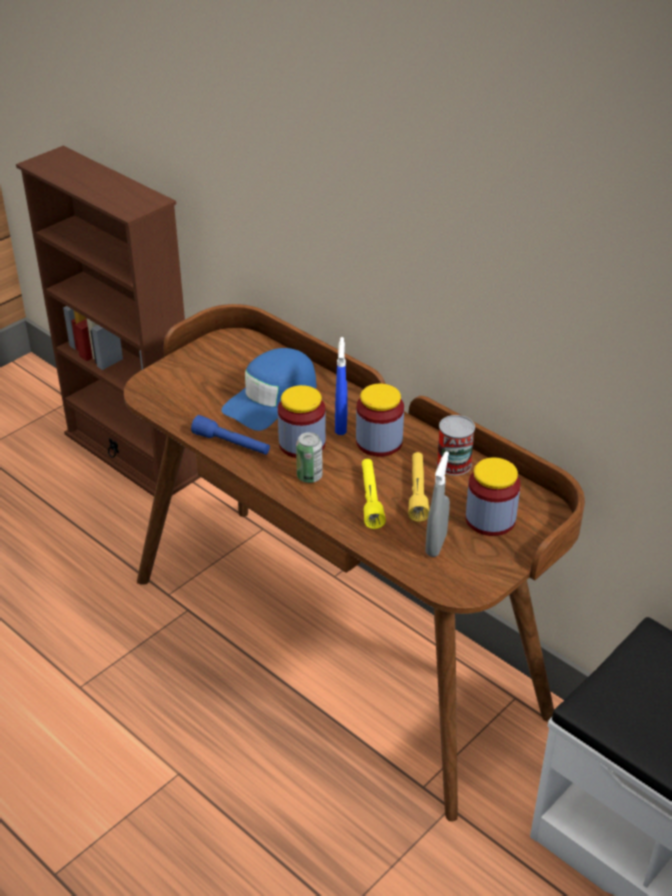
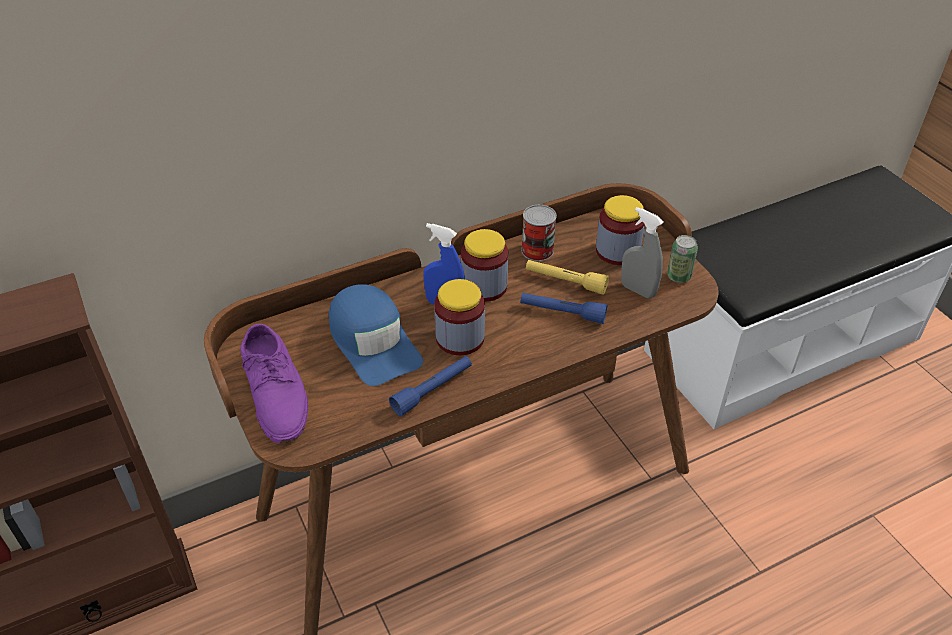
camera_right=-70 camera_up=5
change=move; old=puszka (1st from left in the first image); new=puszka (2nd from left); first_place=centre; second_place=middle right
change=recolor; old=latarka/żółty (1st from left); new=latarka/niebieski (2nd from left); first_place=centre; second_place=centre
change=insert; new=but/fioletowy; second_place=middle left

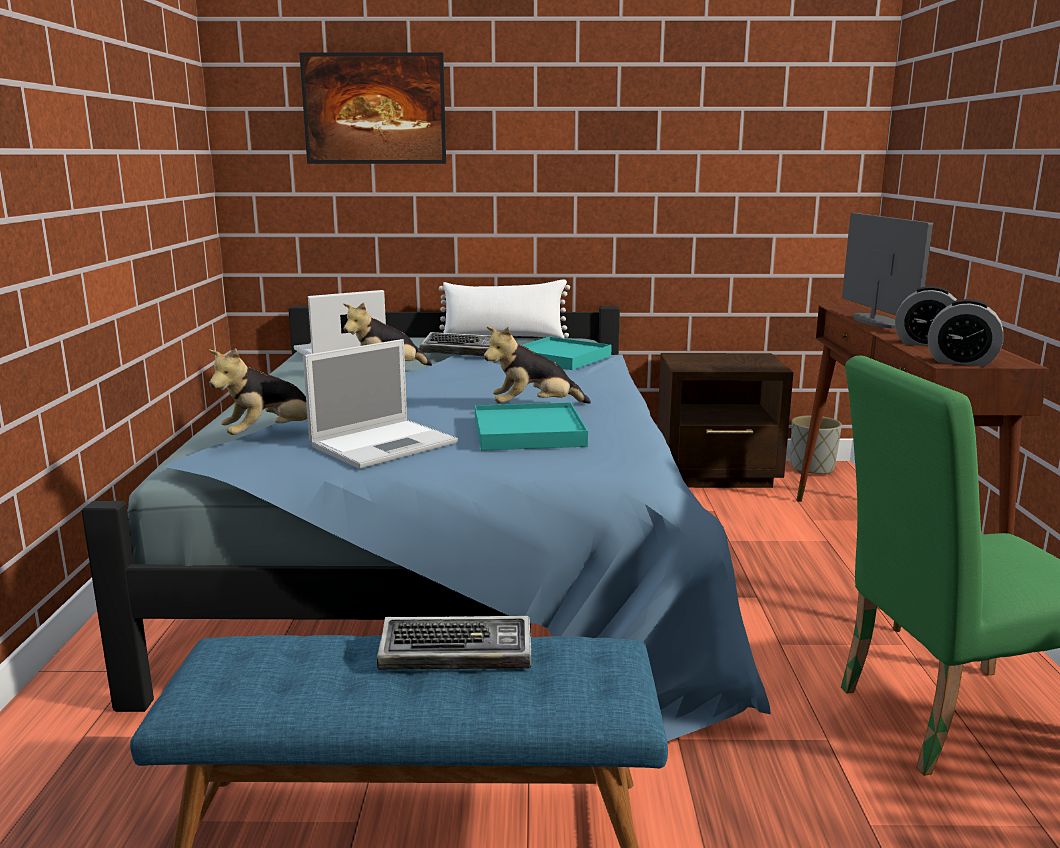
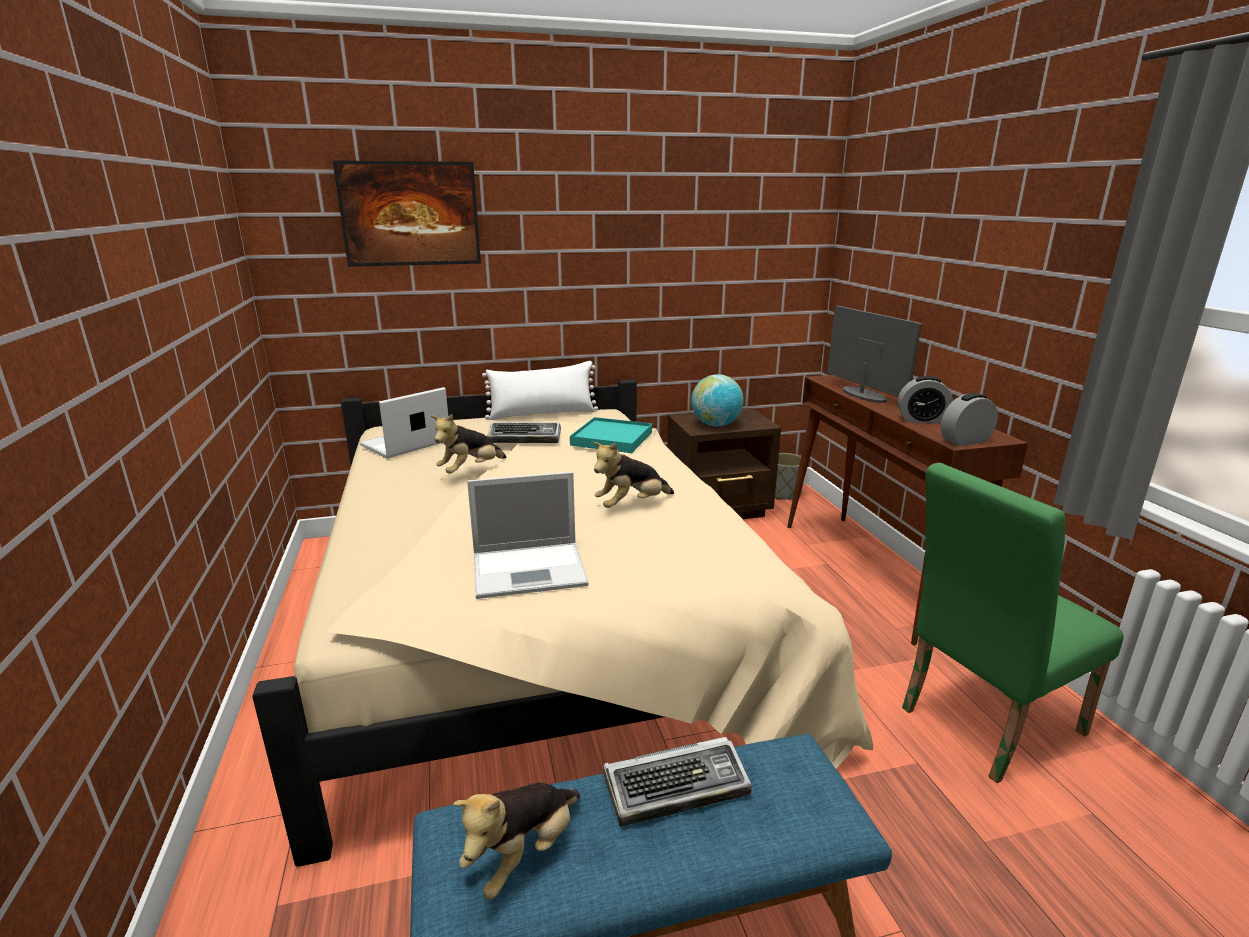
camera_right=-15 camera_up=5
change=recolor; old=łóżko/niebieski; new=łóżko/beżowy; first_place=centre; second_place=centre
change=move; old=pluszak (1st from left in the first image); new=pluszak (2nd from left); first_place=middle left; second_place=bottom centre
change=rotate; old=laptop (2nd from left); first_place=centre; second_place=centre; degrees=45
change=delete; old=taca/turkusowy (1st from left); first_place=centre
change=rotate; old=budzik (2nd from left); first_place=middle right; second_place=middle right; degrees=150
change=insert; new=globus; second_place=centre

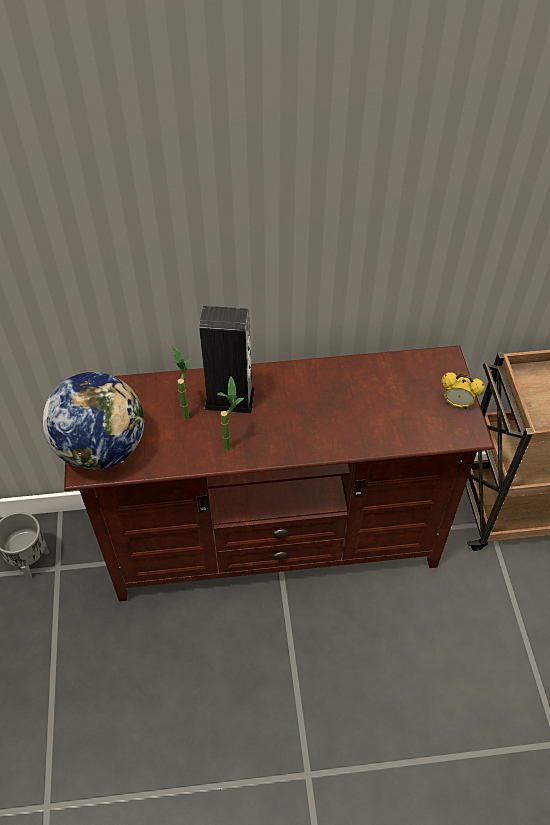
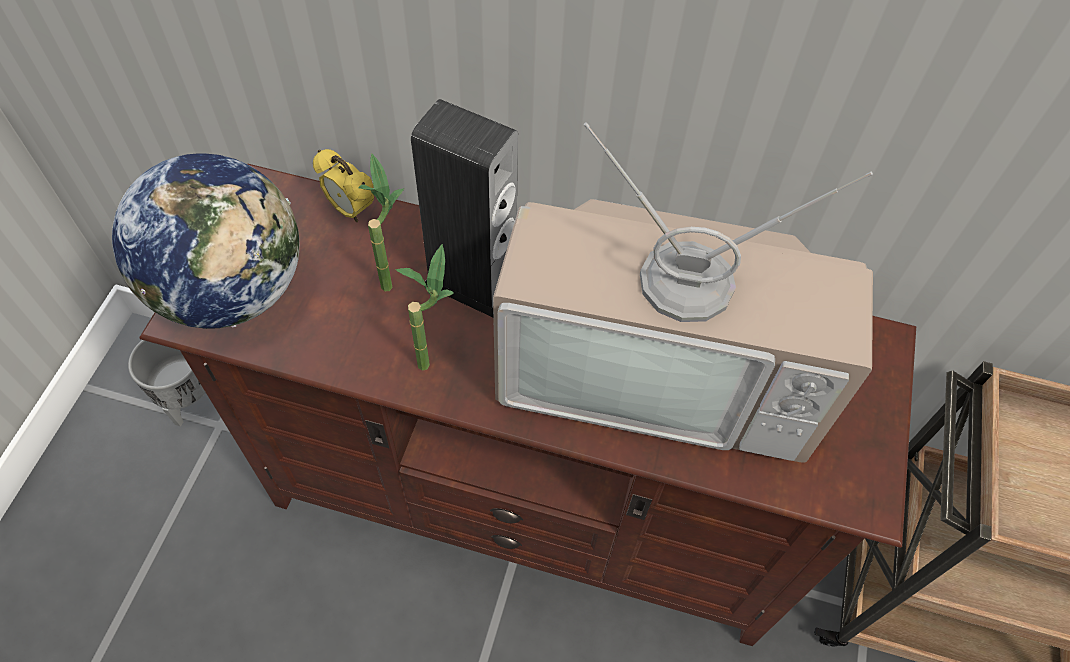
camera_right=20 camera_up=5
change=move; old=budzik; first_place=middle right; second_place=top left
change=insert; new=telewizor; second_place=centre

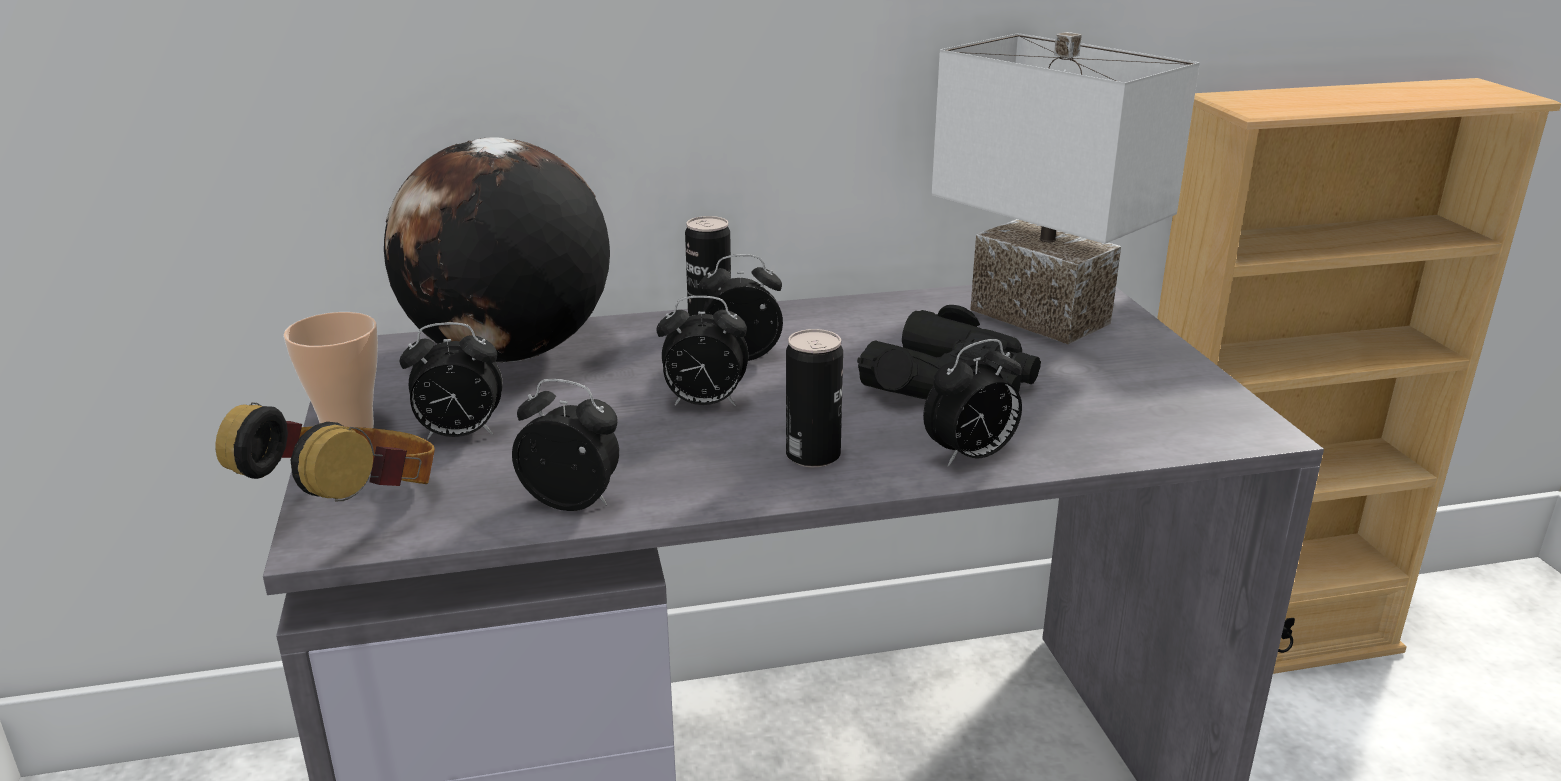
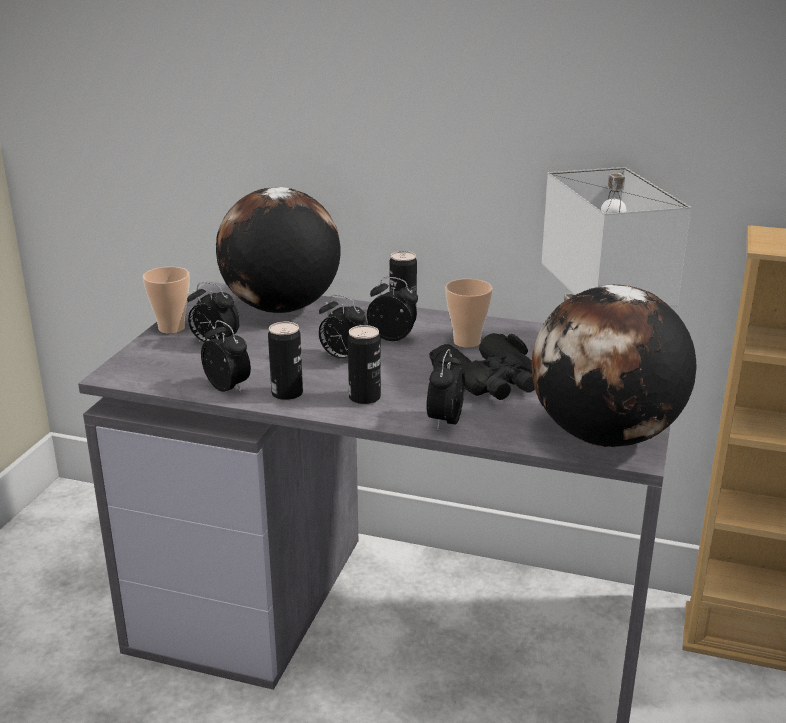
camera_right=30 camera_up=0
change=delete; old=słuchawki; first_place=middle left
change=rotate; old=budzik (5th from left); first_place=centre; second_place=centre; degrees=105
change=insert; new=puszka (1st from left); second_place=centre
change=insert; new=filiżanka (2nd from left); second_place=centre
change=insert; new=globus (2nd from left); second_place=middle right

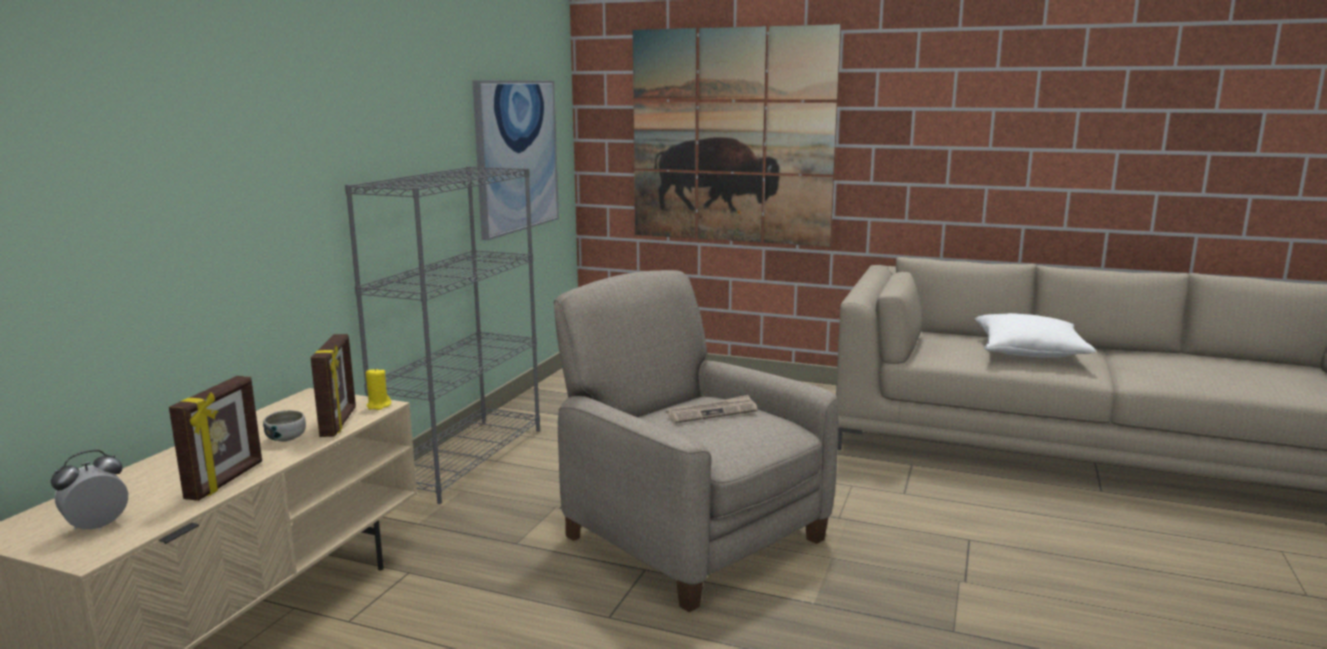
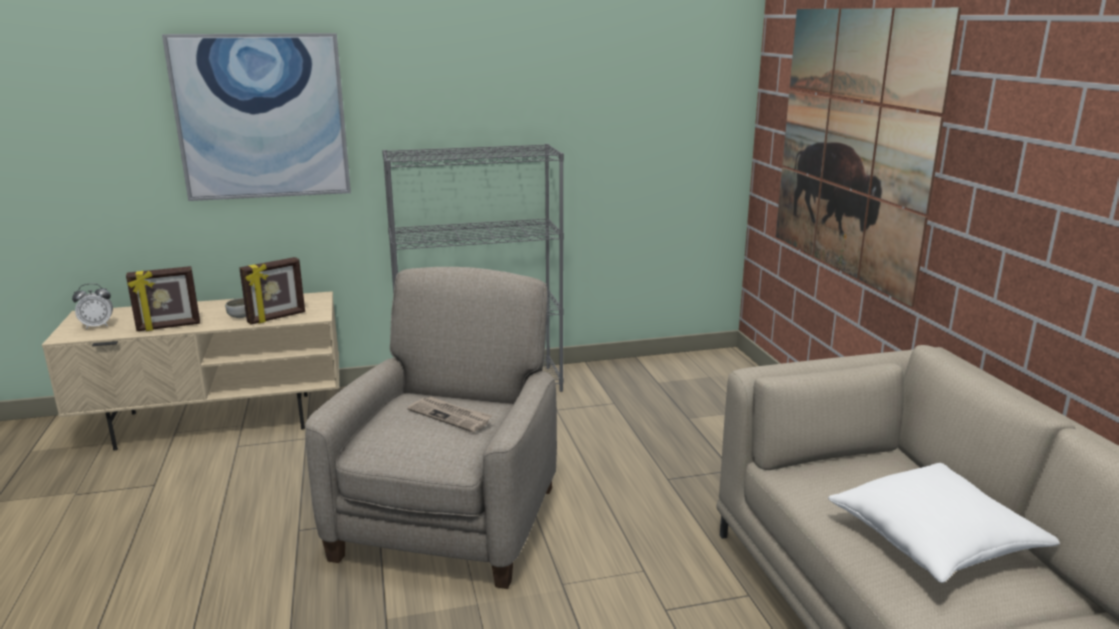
camera_right=55 camera_up=5
change=rotate; old=budzik; first_place=bottom left; second_place=middle left; degrees=150
change=delete; old=świeca/żółty; first_place=middle left
change=move; old=obraz (1st from left); first_place=top centre; second_place=top left

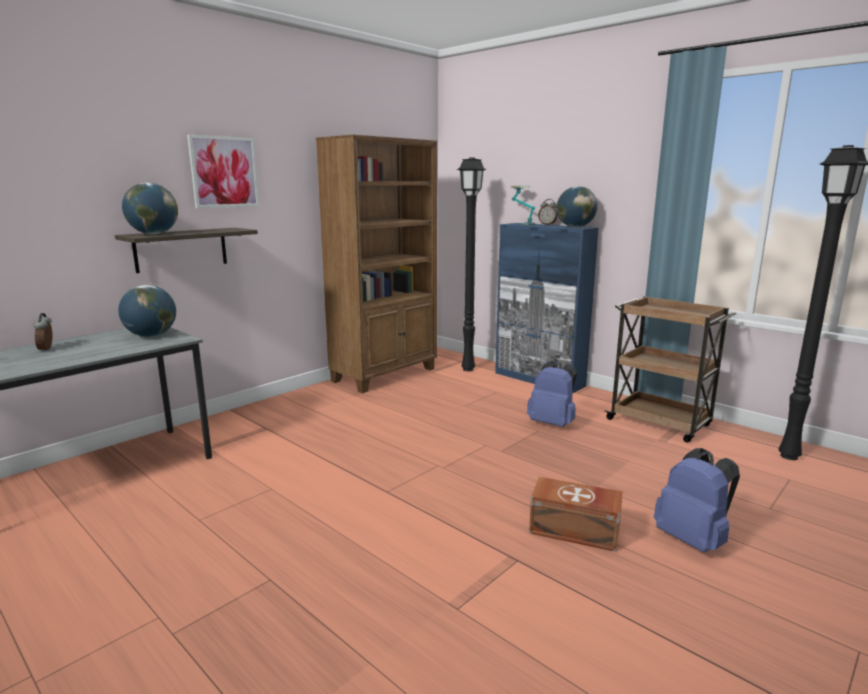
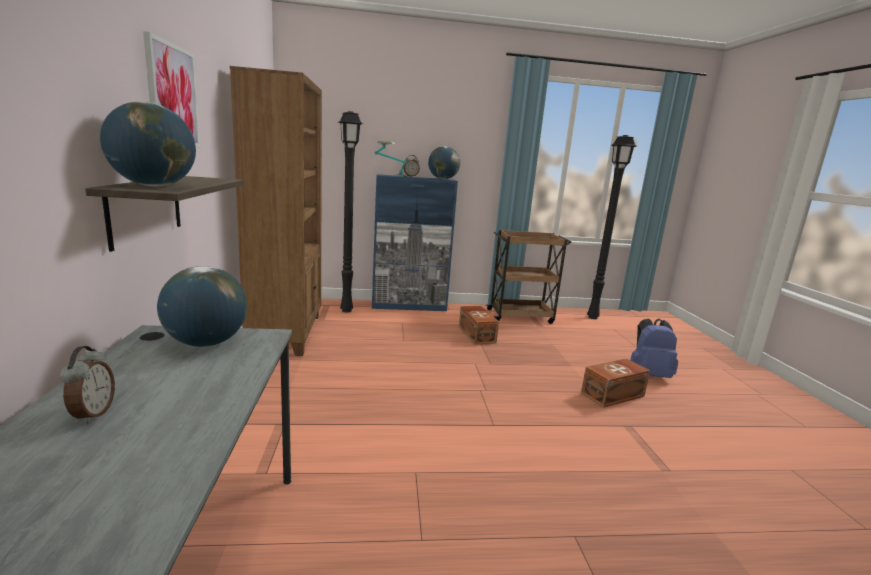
camera_right=-50 camera_up=0
change=rotate; old=budzik (1st from left); first_place=middle left; second_place=bottom left; degrees=-120
change=replace; old=plecak/niebieski (1st from left); new=pojemnik do przechowywania/brązowy (1st from left); first_place=centre; second_place=centre

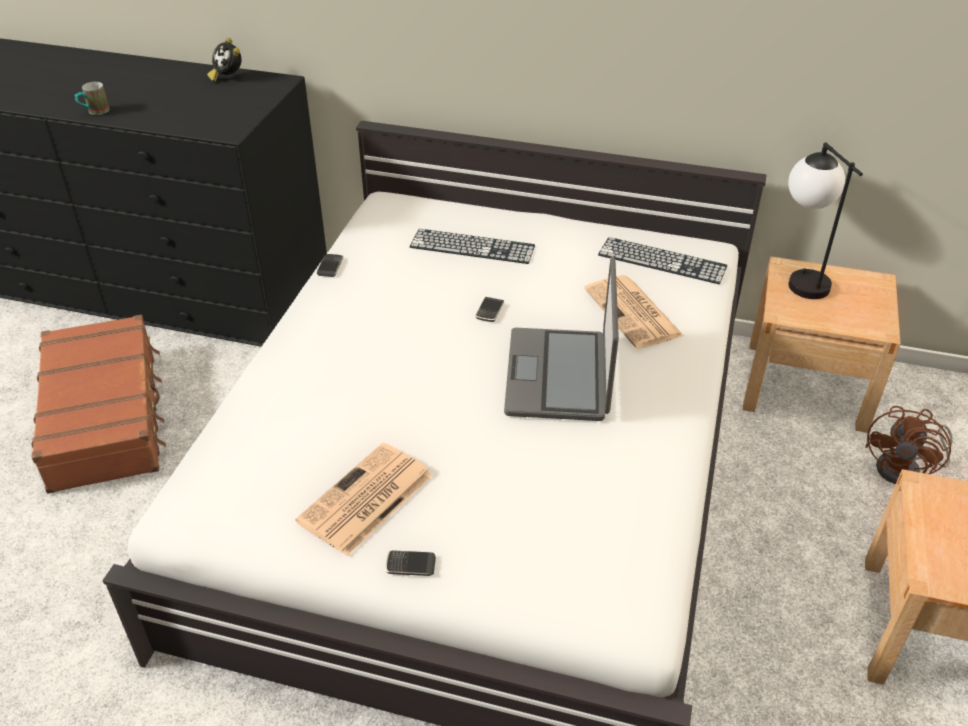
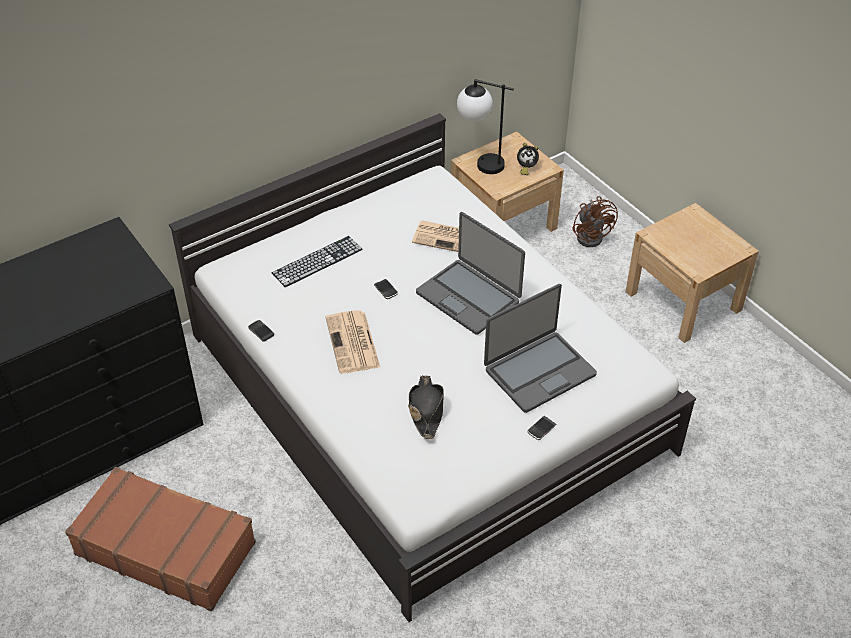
camera_right=-50 camera_up=5
change=delete; old=kubek; first_place=top left
change=move; old=budzik; first_place=top left; second_place=top centre
change=move; old=gazeta (1st from left); first_place=bottom centre; second_place=centre
change=delete; old=klawiatura (2nd from left); first_place=middle right
change=insert; new=kapelusz/czarny; second_place=centre
change=insert; new=laptop (2nd from left); second_place=centre

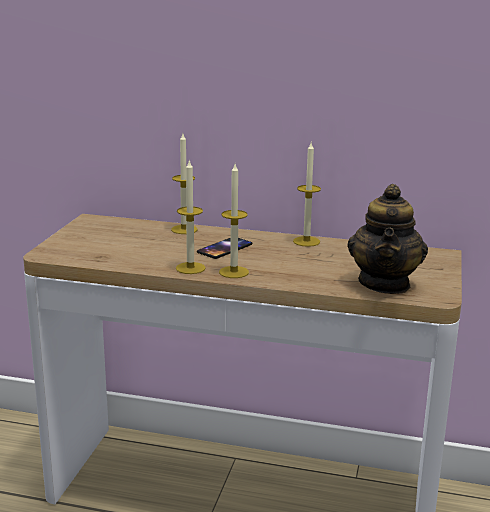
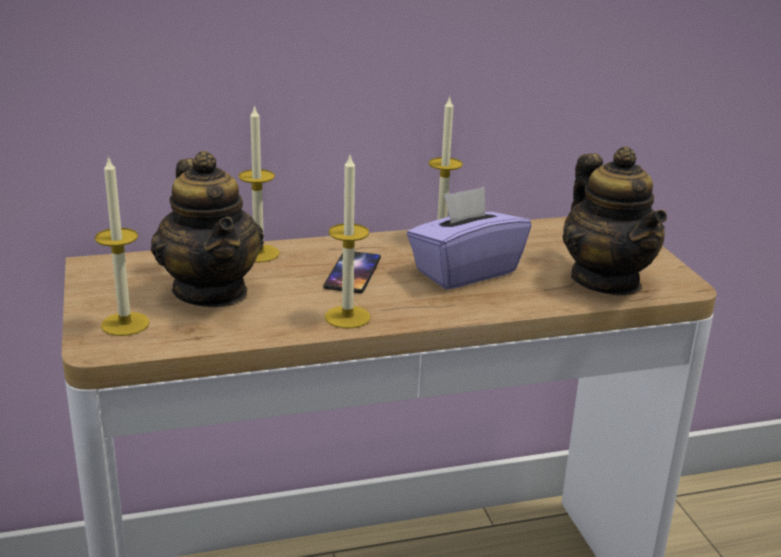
camera_right=-30 camera_up=5
change=move; old=świeca (3rd from left in the first image); new=świeca (1st from left); first_place=centre; second_place=middle left
change=insert; new=imbryk (1st from left); second_place=middle left
change=insert; new=pudełko chusteczek/fioletowy; second_place=centre

